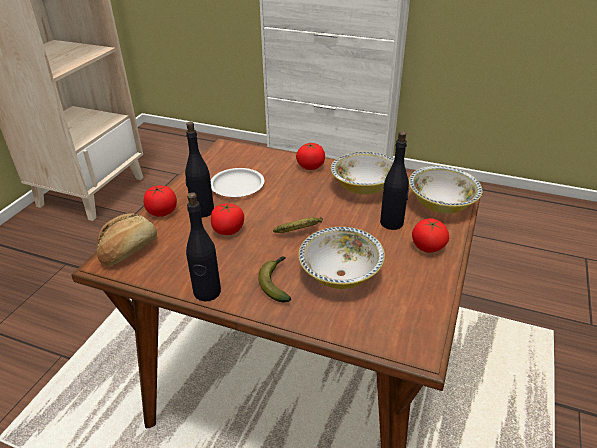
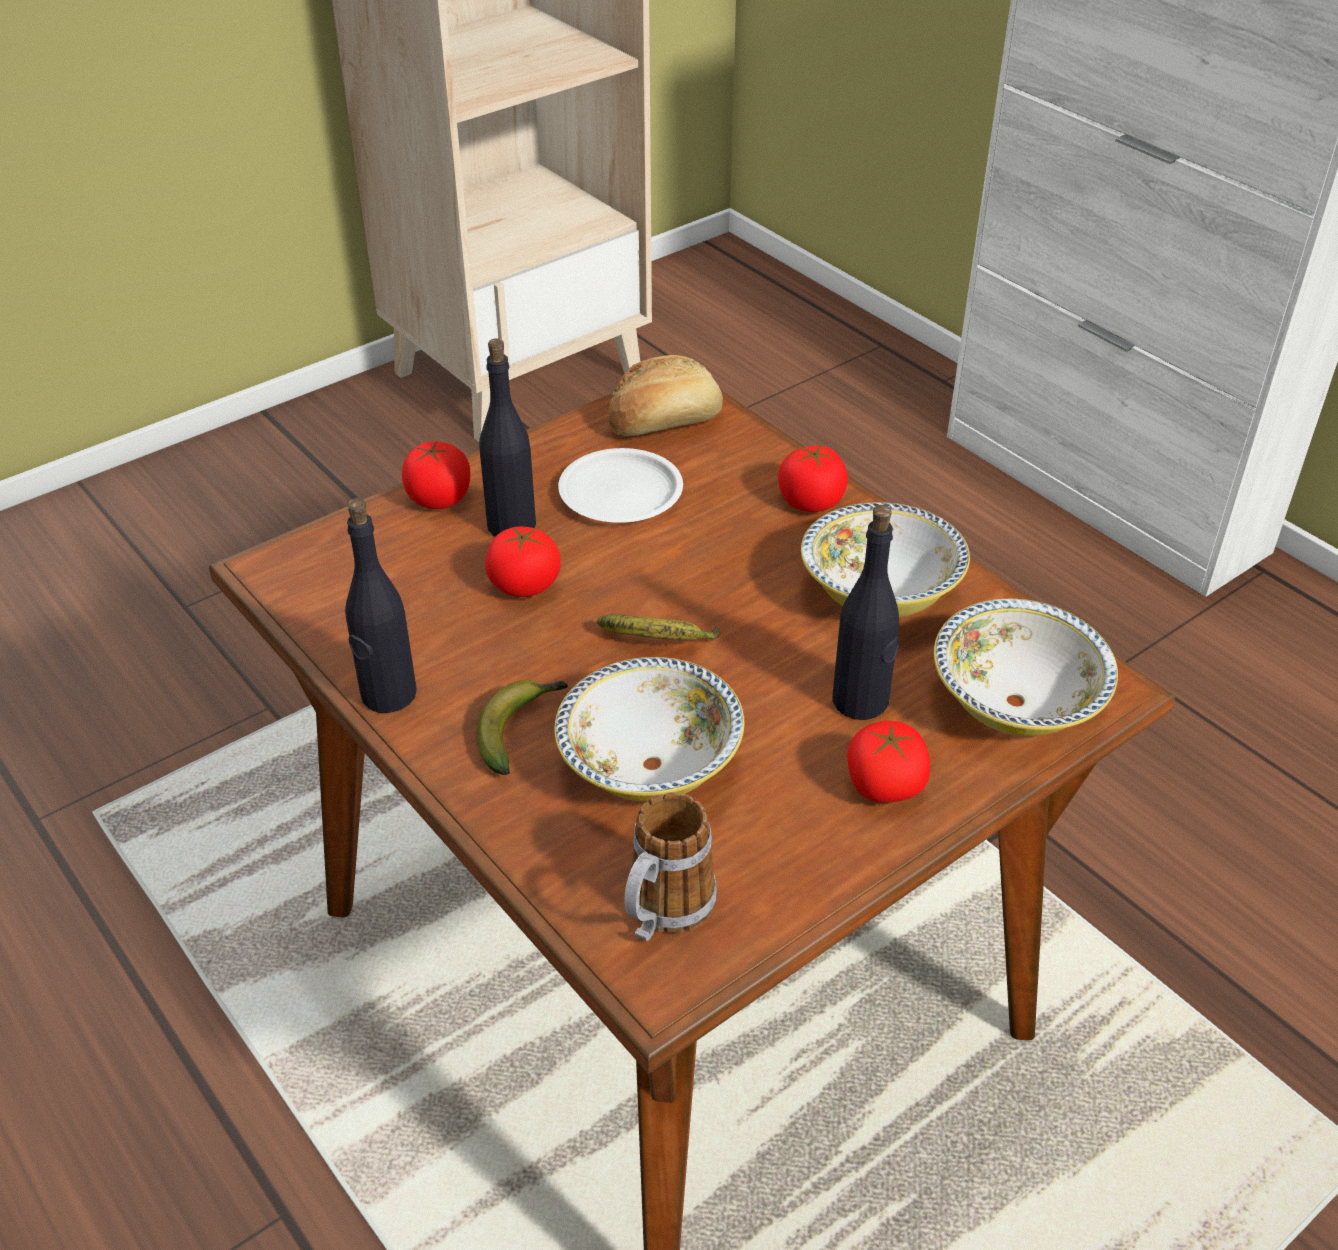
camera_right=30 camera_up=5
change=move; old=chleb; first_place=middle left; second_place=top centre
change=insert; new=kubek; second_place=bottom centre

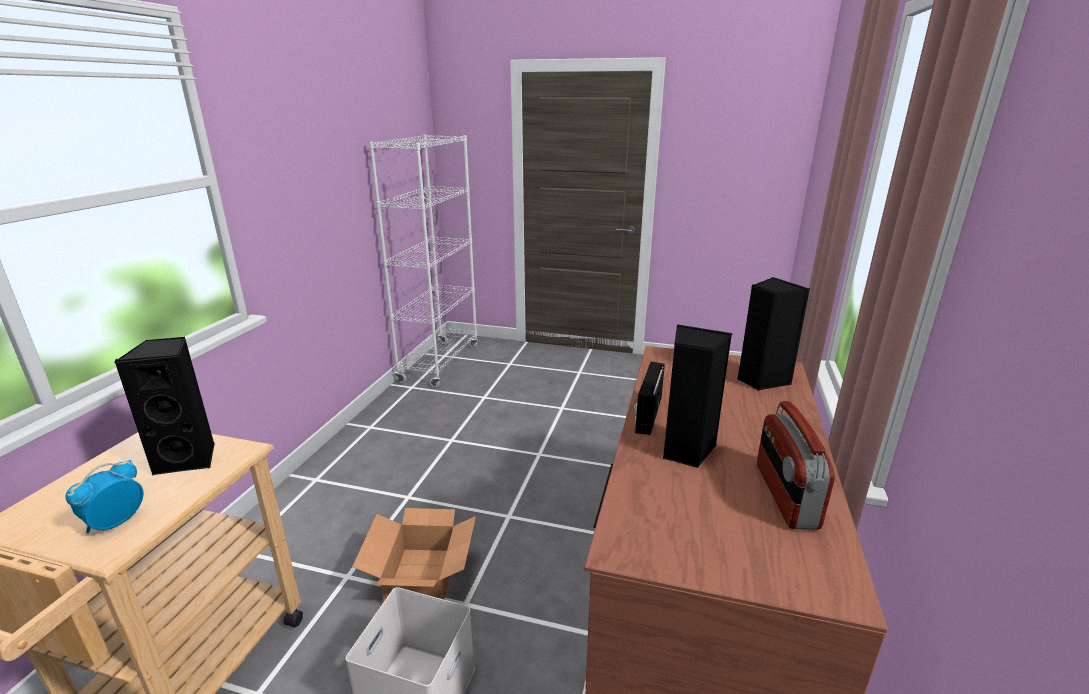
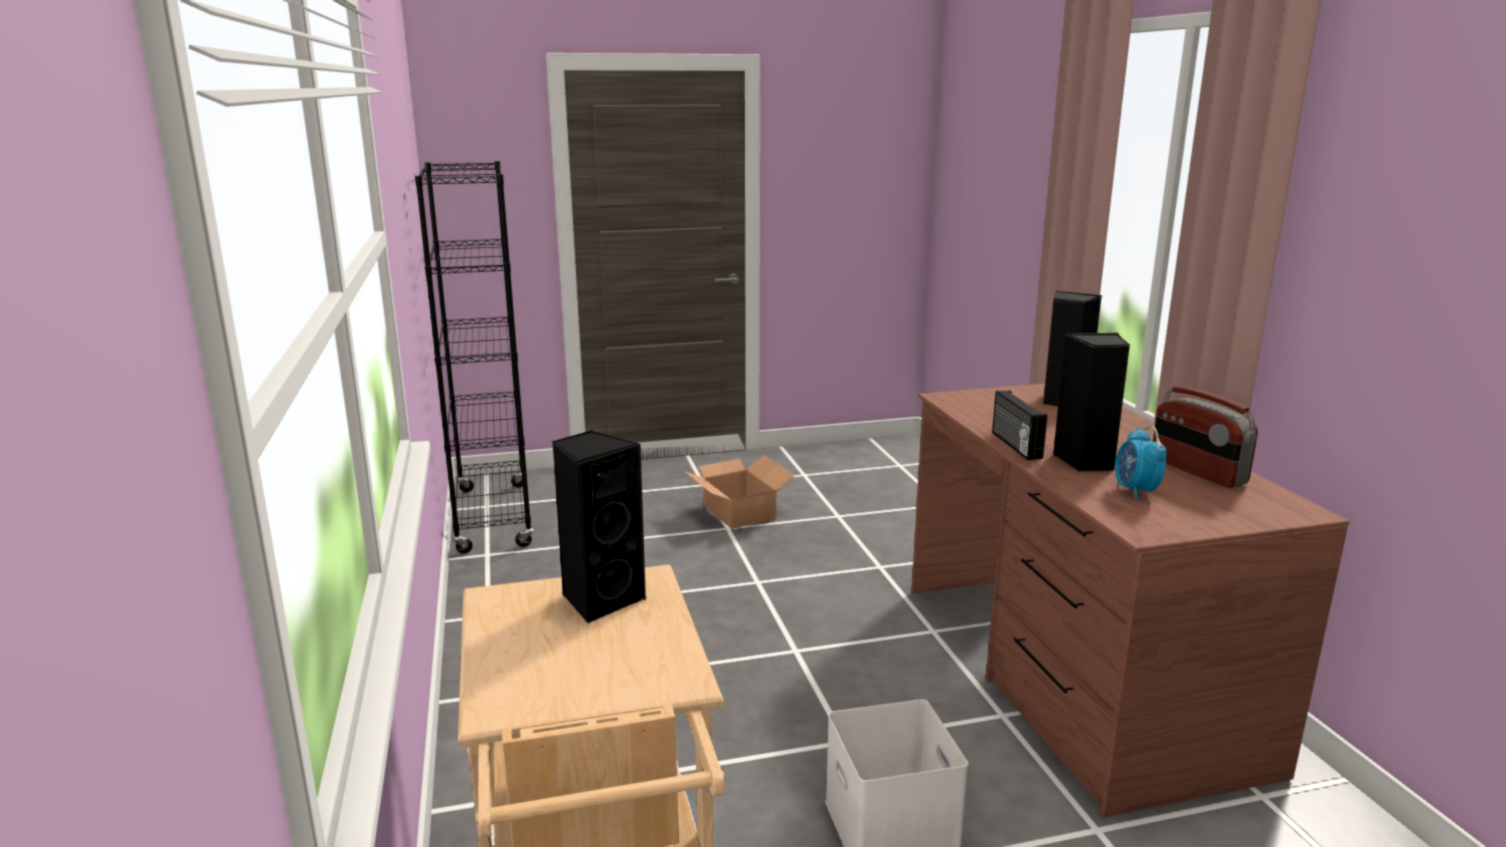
camera_right=-30 camera_up=-5
change=move; old=budzik; first_place=bottom left; second_place=middle right
change=move; old=karton; first_place=bottom centre; second_place=centre
change=recolor; old=regał/biały; new=regał/czarny; first_place=centre; second_place=middle left

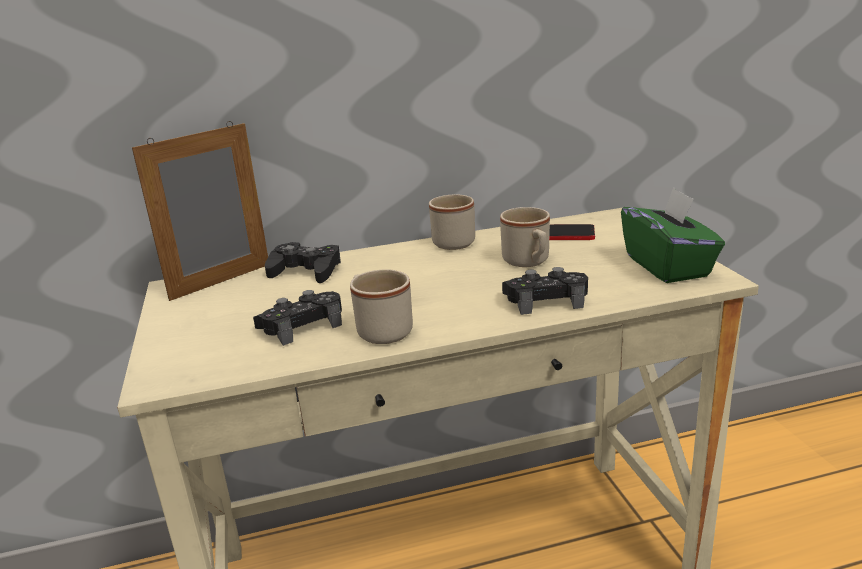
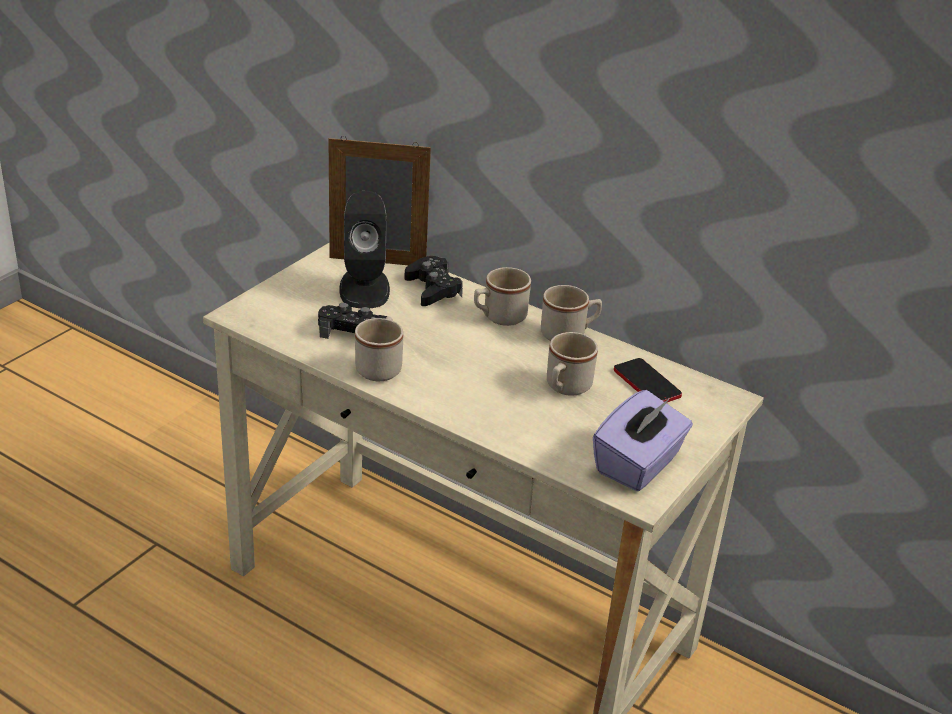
camera_right=45 camera_up=10
change=delete; old=pad do gier/czarny (3rd from left); first_place=centre
change=recolor; old=pudełko chusteczek/zielony; new=pudełko chusteczek/fioletowy; first_place=middle right; second_place=middle right
change=insert; new=głośnik/czarny; second_place=centre
change=insert; new=kubek/beżowy (2nd from left); second_place=centre

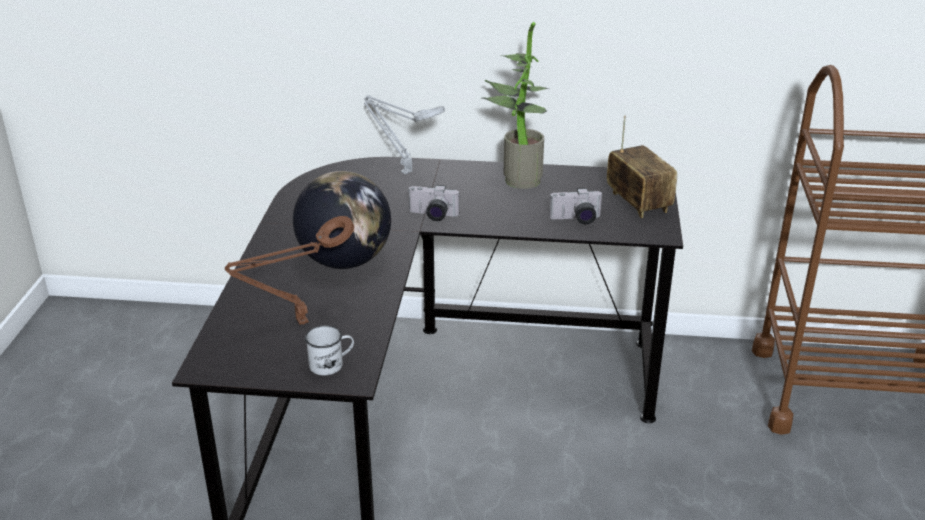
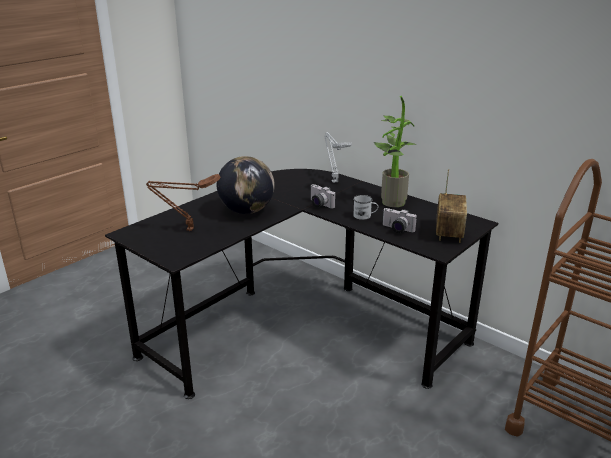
camera_right=35 camera_up=-5
change=move; old=kubek/biały; first_place=bottom centre; second_place=centre

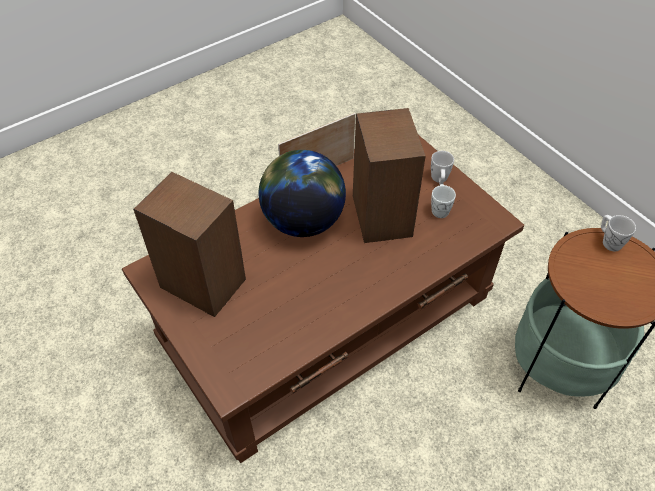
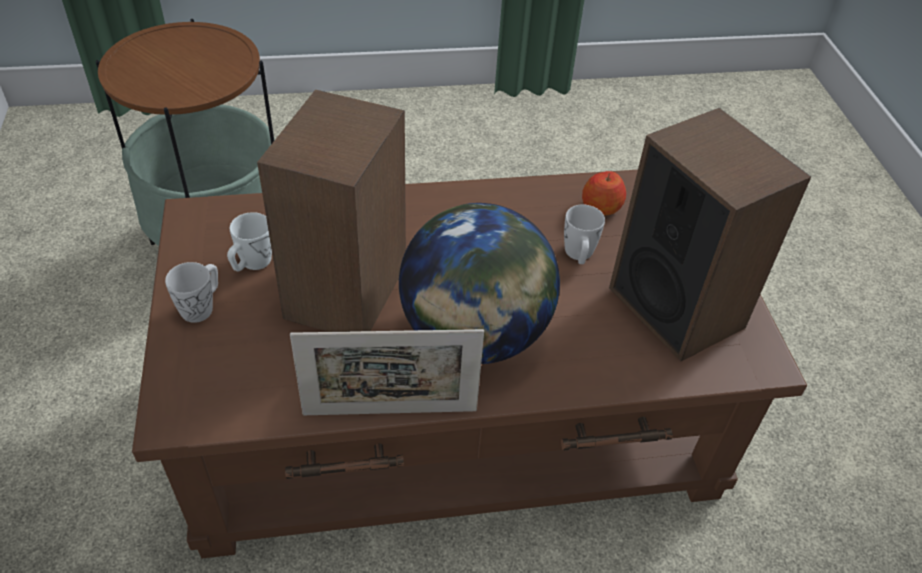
camera_right=-155 camera_up=-5
change=move; old=kubek/biały (3rd from left); first_place=middle right; second_place=centre
change=insert; new=jabłko; second_place=centre

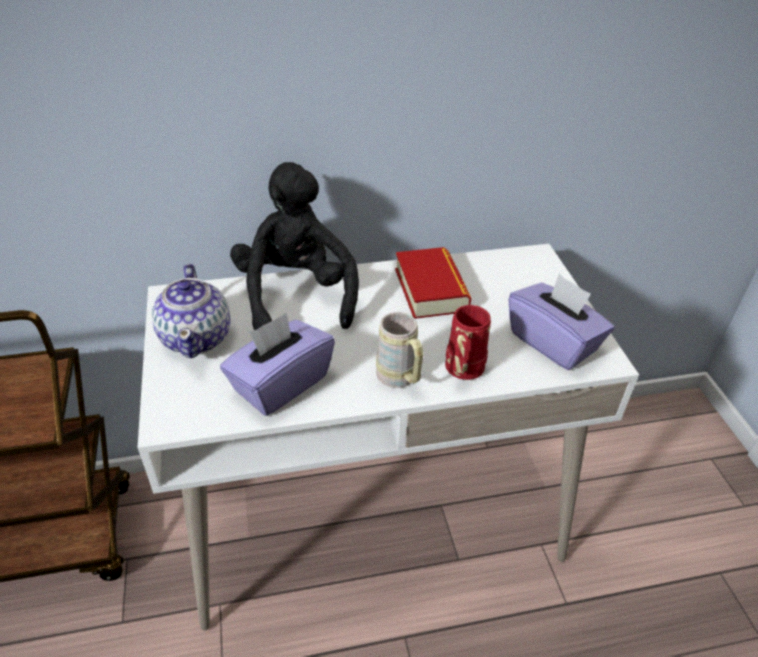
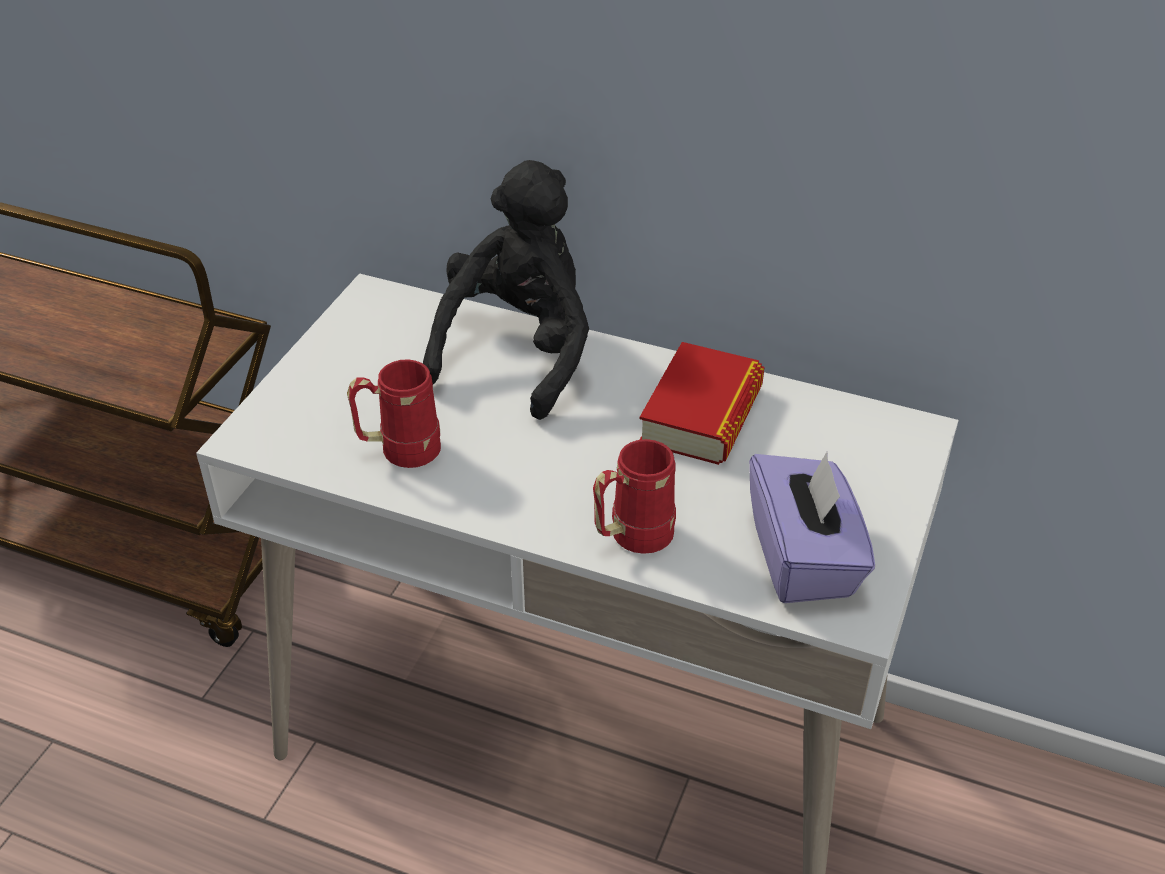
camera_right=35 camera_up=0
change=delete; old=imbryk; first_place=middle left
change=replace; old=pudełko chusteczek/fioletowy (1st from left); new=kubek/czerwony (1st from left); first_place=centre; second_place=centre
change=delete; old=kubek/beżowy; first_place=centre

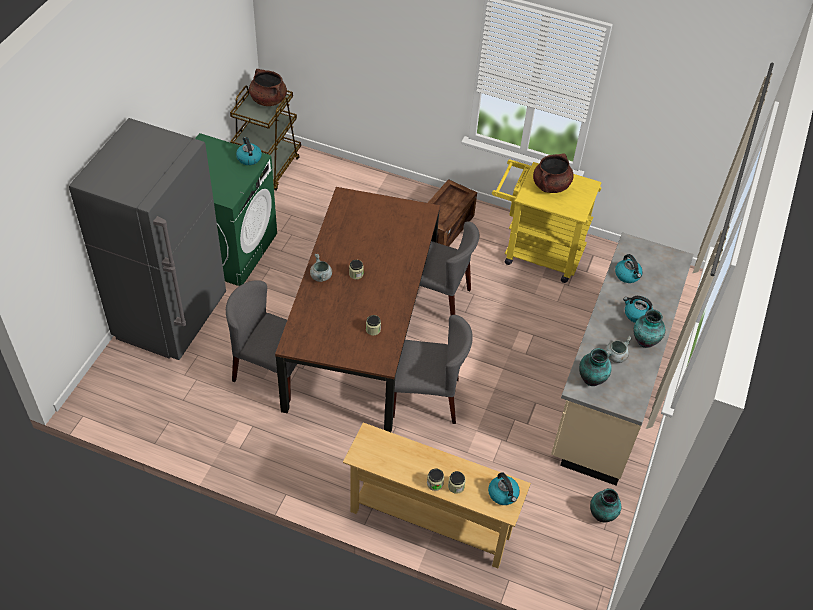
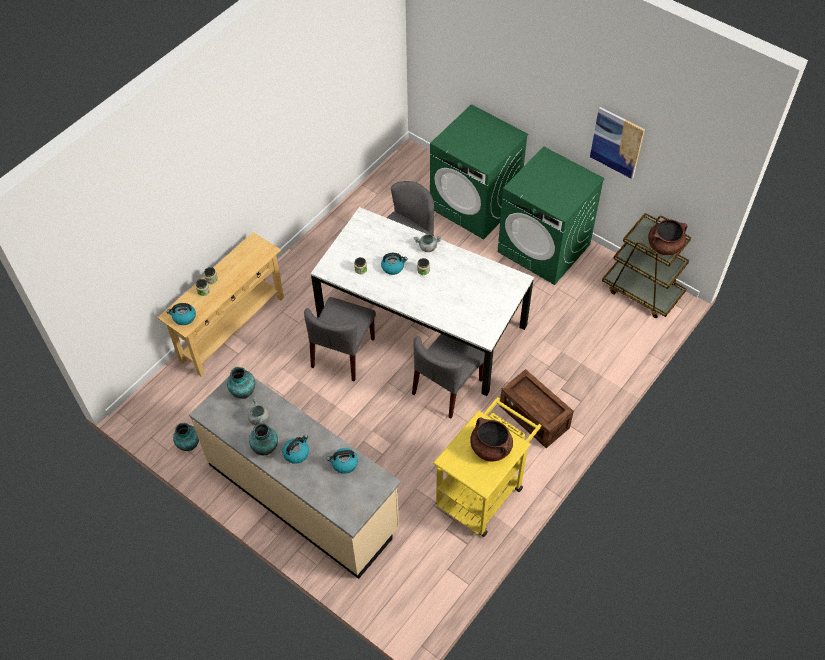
camera_right=110 camera_up=5
change=replace; old=lodówka/szary; new=pralka/zielony (1st from left); first_place=middle left; second_place=top centre
change=move; old=czajnik (1st from left in the first image); new=czajnik (4th from left); first_place=top left; second_place=centre
change=recolor; old=stół jadalny/brązowy; new=stół jadalny/biały; first_place=centre; second_place=centre
change=insert; new=obraz; second_place=top right

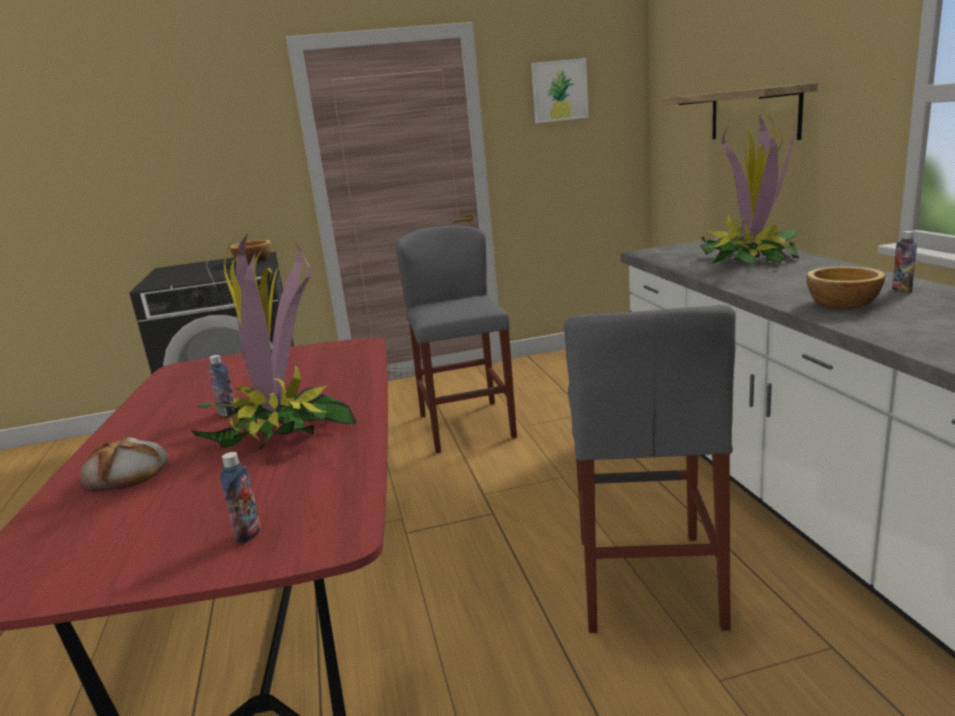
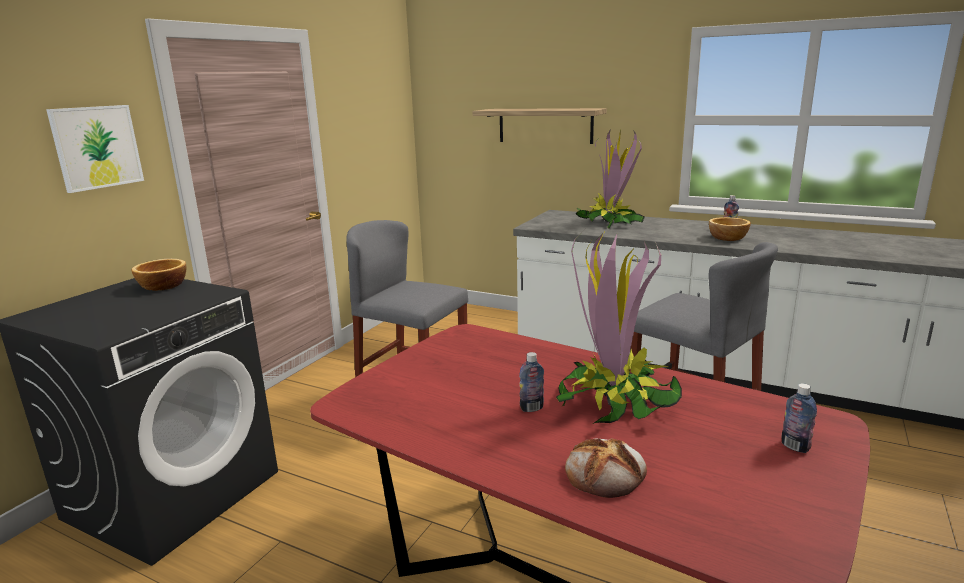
camera_right=-50 camera_up=0
change=move; old=obraz; first_place=top centre; second_place=top left

